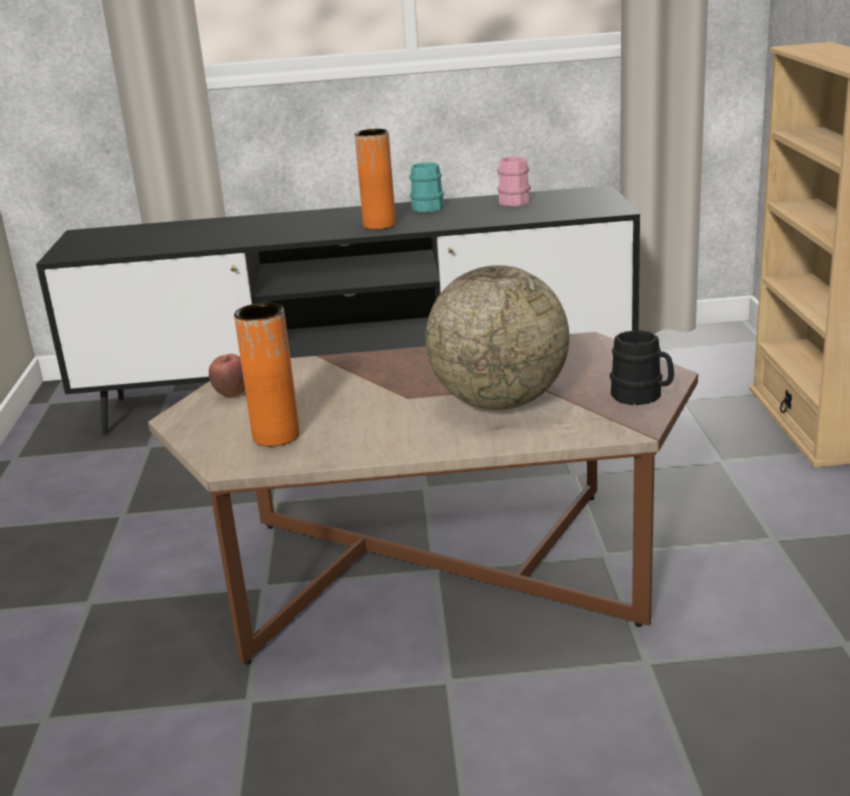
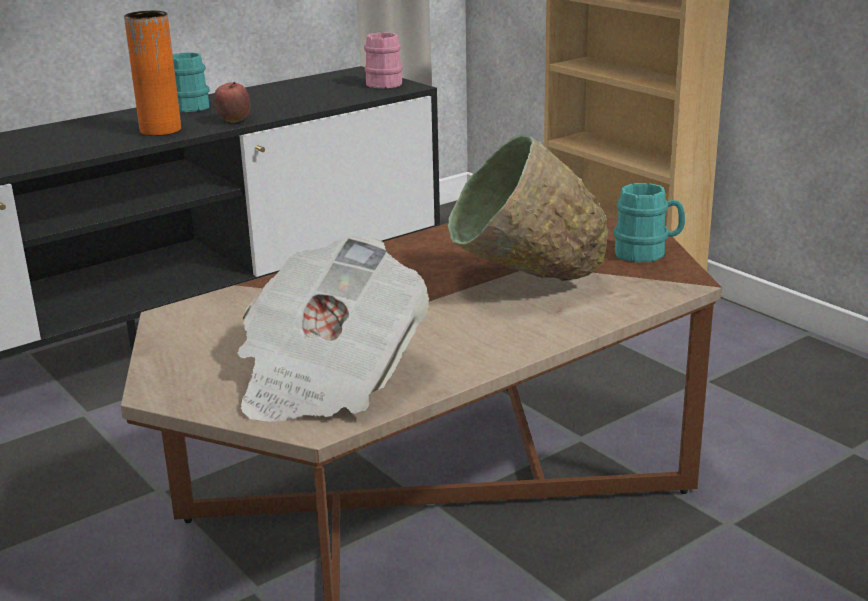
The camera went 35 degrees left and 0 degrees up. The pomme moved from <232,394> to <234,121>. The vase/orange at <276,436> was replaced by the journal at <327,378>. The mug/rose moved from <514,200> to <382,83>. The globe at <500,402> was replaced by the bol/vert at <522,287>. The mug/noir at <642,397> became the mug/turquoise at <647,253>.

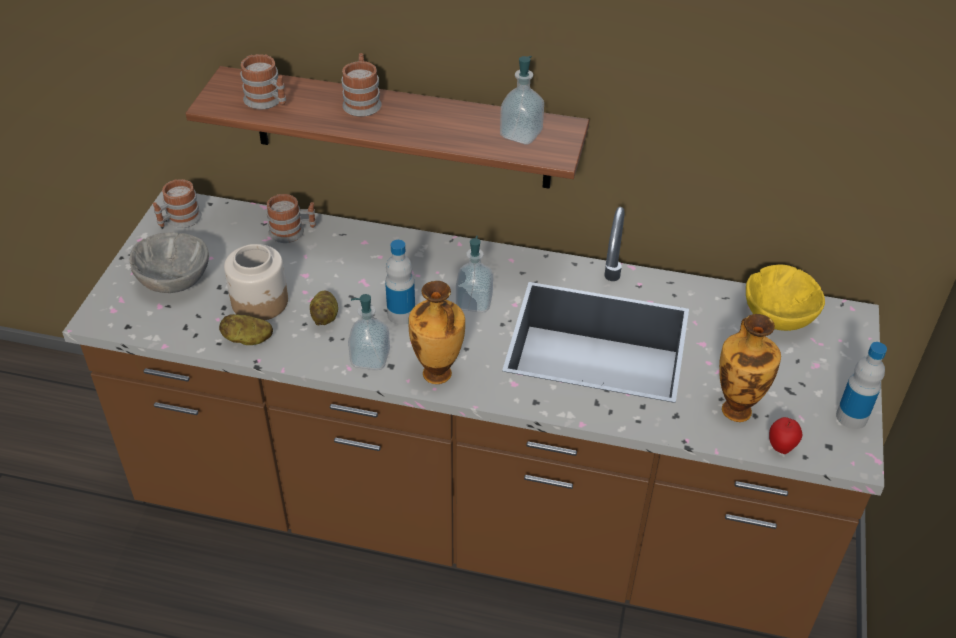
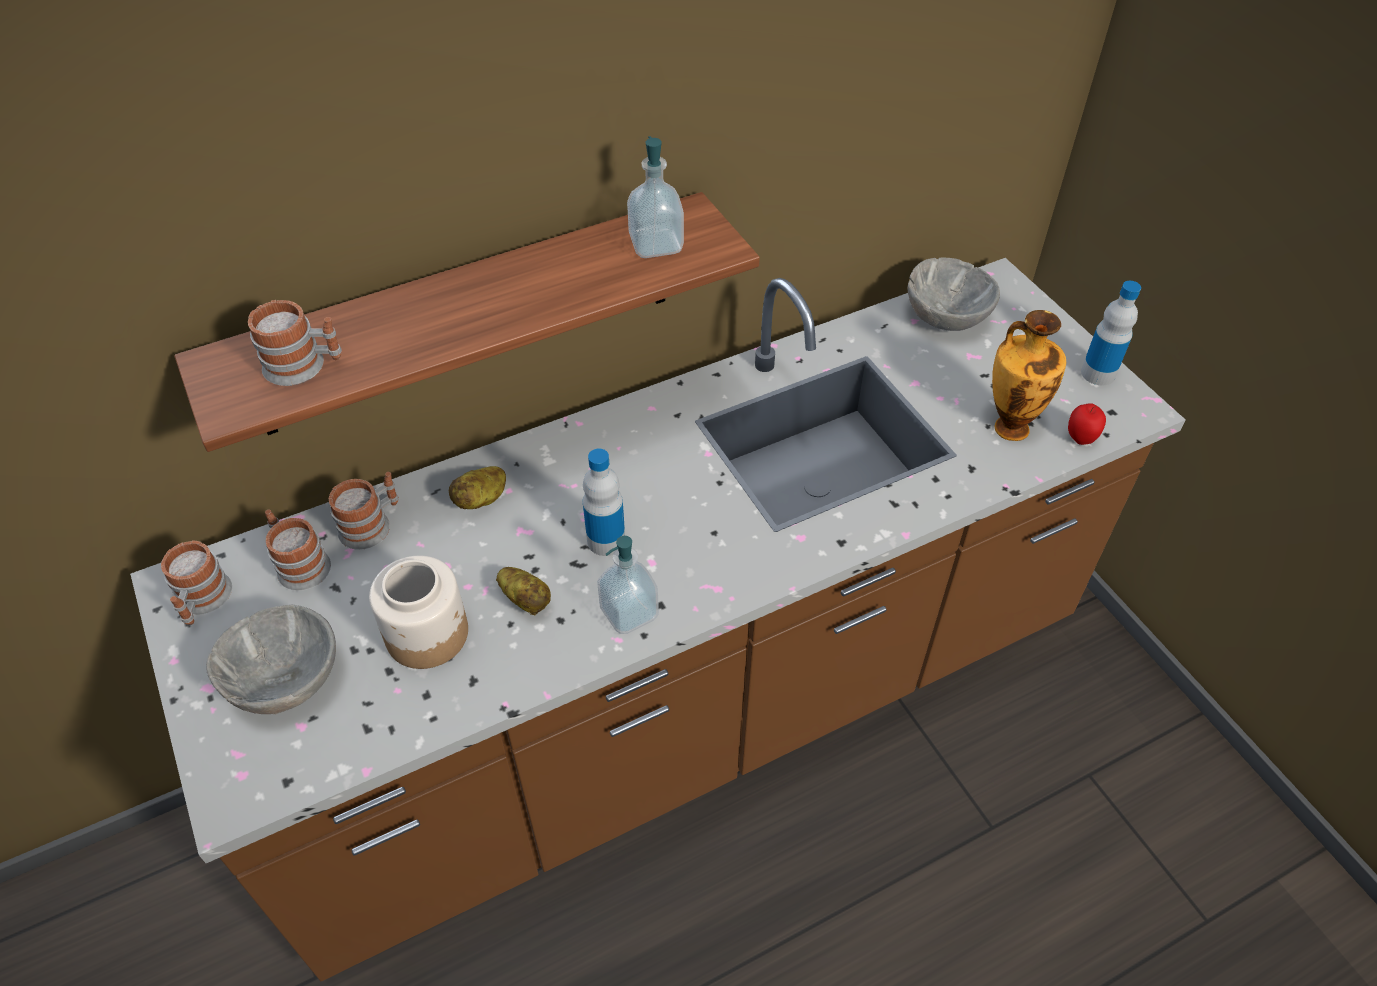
The camera went 40 degrees left and 5 degrees up. The mug moved from <362,101> to <299,564>. The pomme de terre moved from <247,339> to <482,499>. The bol/jaune at <777,317> became the bol/gris at <944,317>. The vase at <437,375> disappeared. The distributeur de savon at <474,302> disappeared.

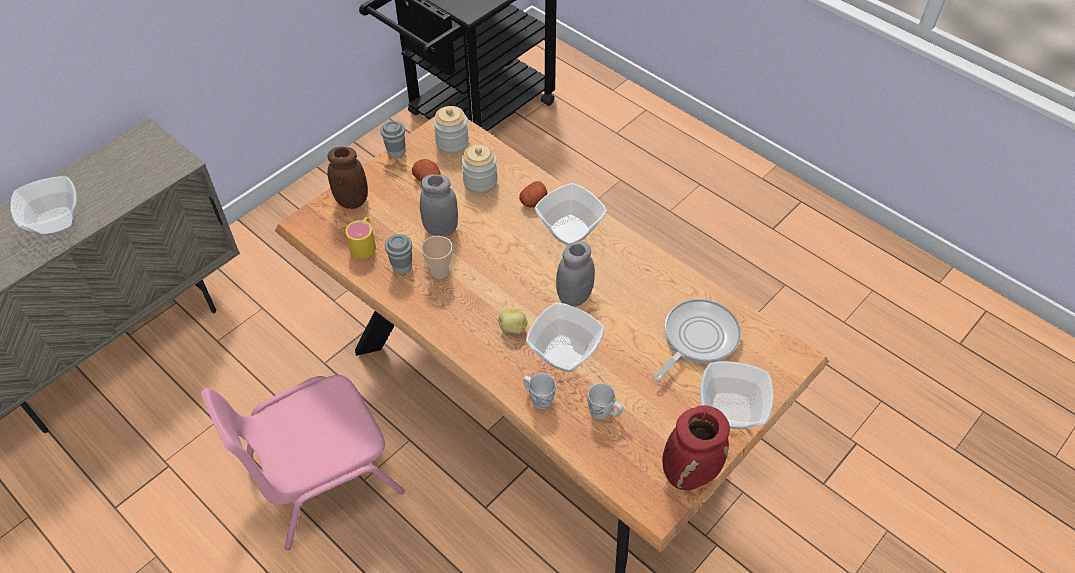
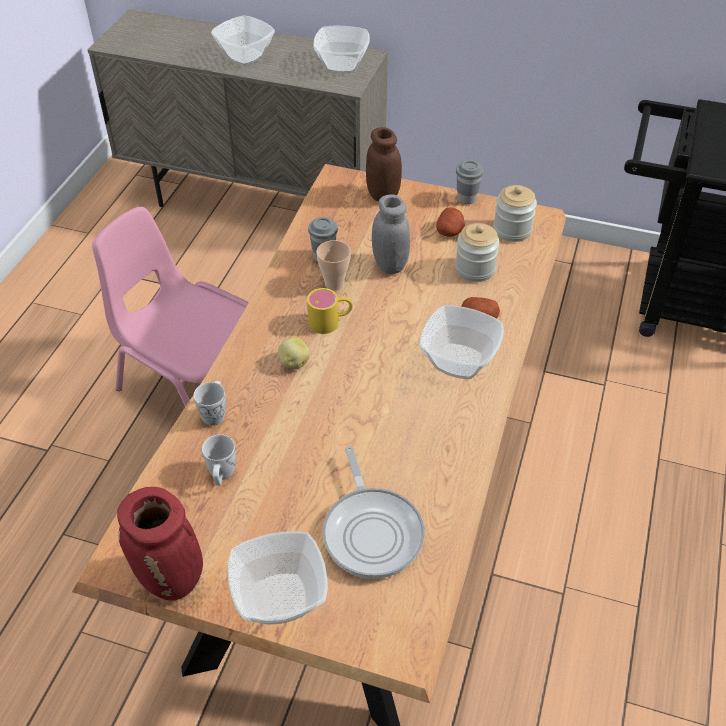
The camera went 65 degrees right and 5 degrees down. The mug/jaune moved from <364,243> to <330,321>. The bol moved from <564,352> to <342,65>. The poêle at <697,338> turned 60 degrees clockwise. The bocal/gris at <574,296> disappeared.

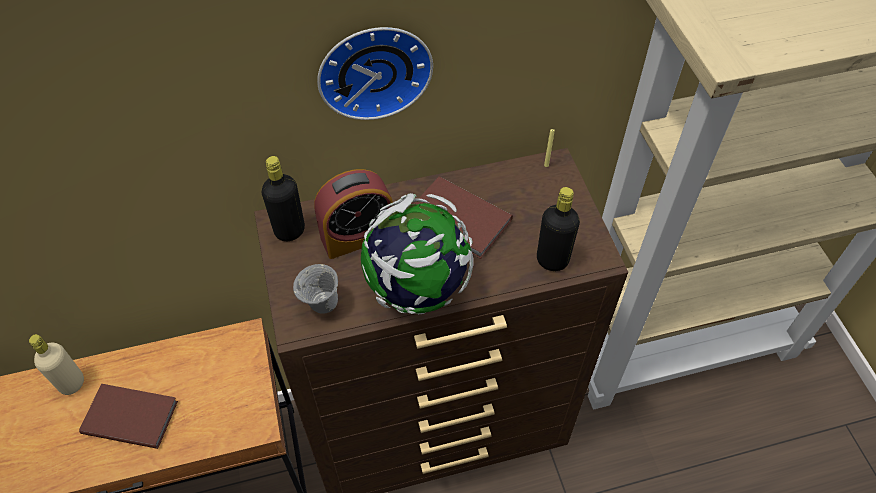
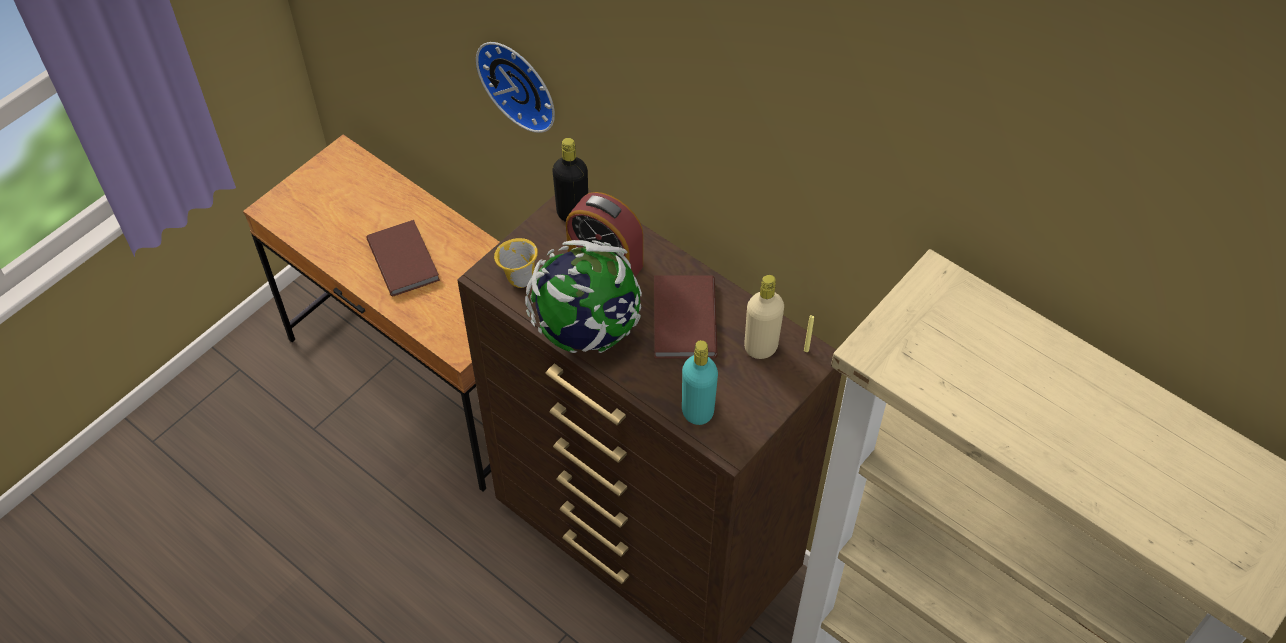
The camera went 55 degrees right and 0 degrees up. The horloge murale moved from <373,69> to <521,82>. The mug/gris at <320,306> became the mug/jaune at <518,279>. The bouteille/noir at <552,260> became the bouteille/turquoise at <697,411>. The bouteille/beige moved from <72,383> to <760,347>.

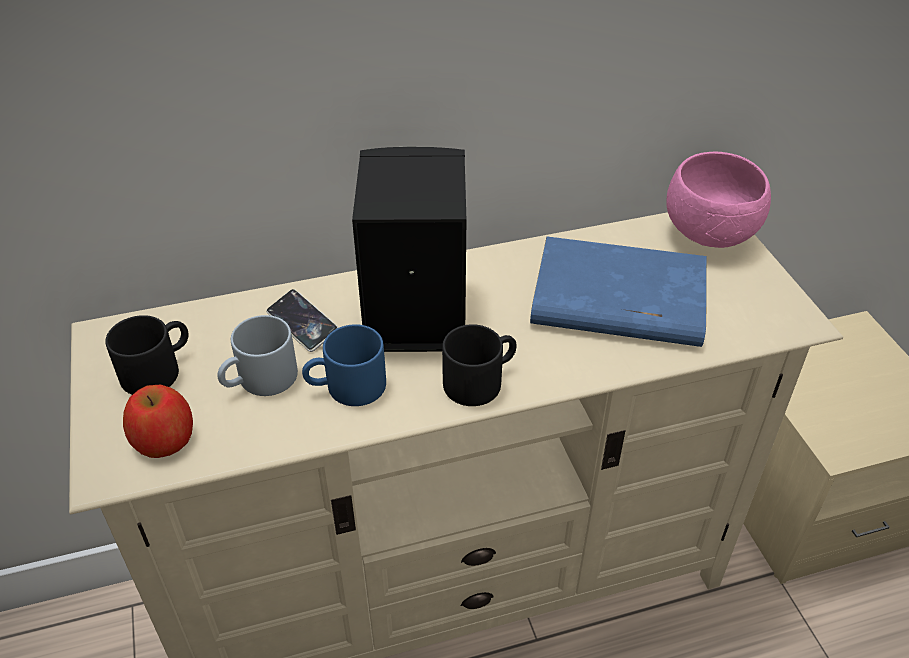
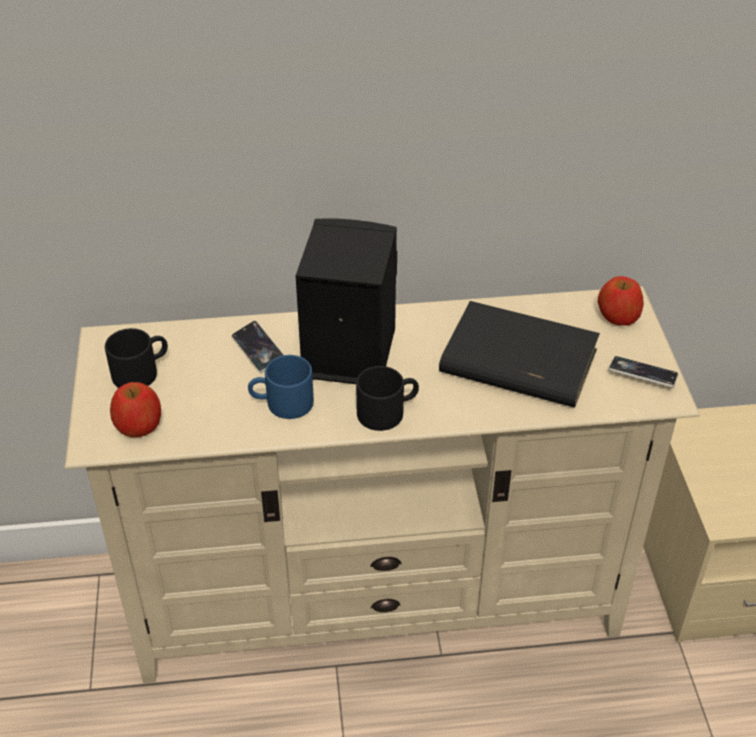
The camera went 10 degrees right and 0 degrees up. The livre/bleu at <616,301> became the livre/noir at <517,361>. The bol/rose at <711,235> was replaced by the pomme at <618,315>. The téléphone at <642,375> appeared. The mug/gris at <260,381> disappeared.

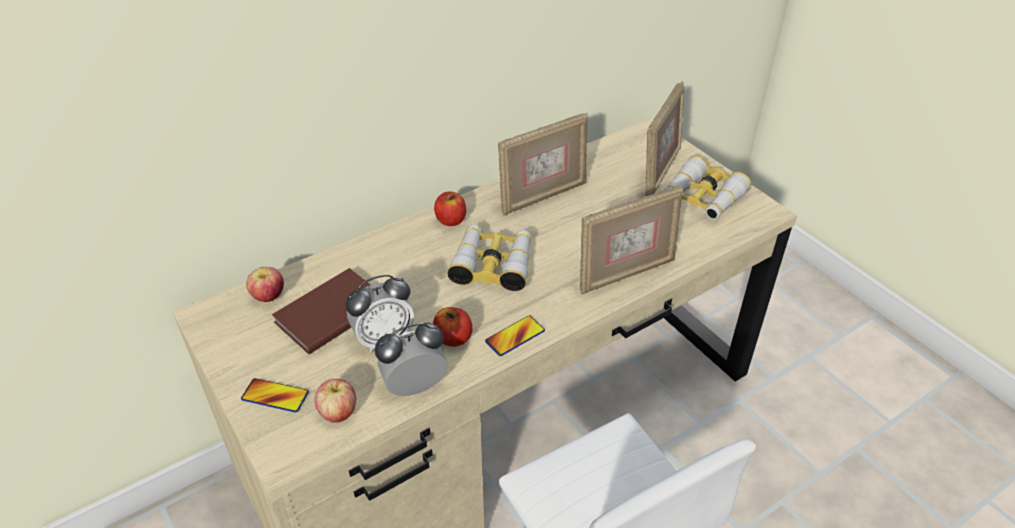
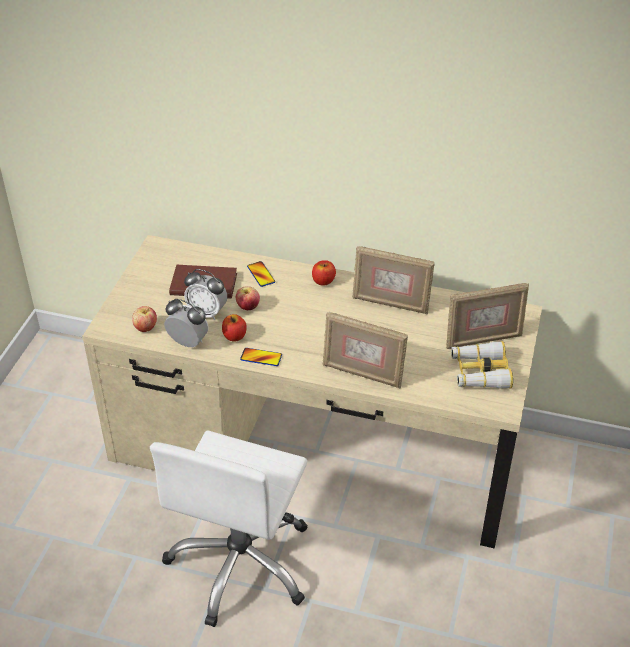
The camera went 50 degrees right and 0 degrees up. The pomme moved from <269,297> to <248,307>. The téléphone moved from <275,396> to <261,274>. The jumelles at <492,264> disappeared.

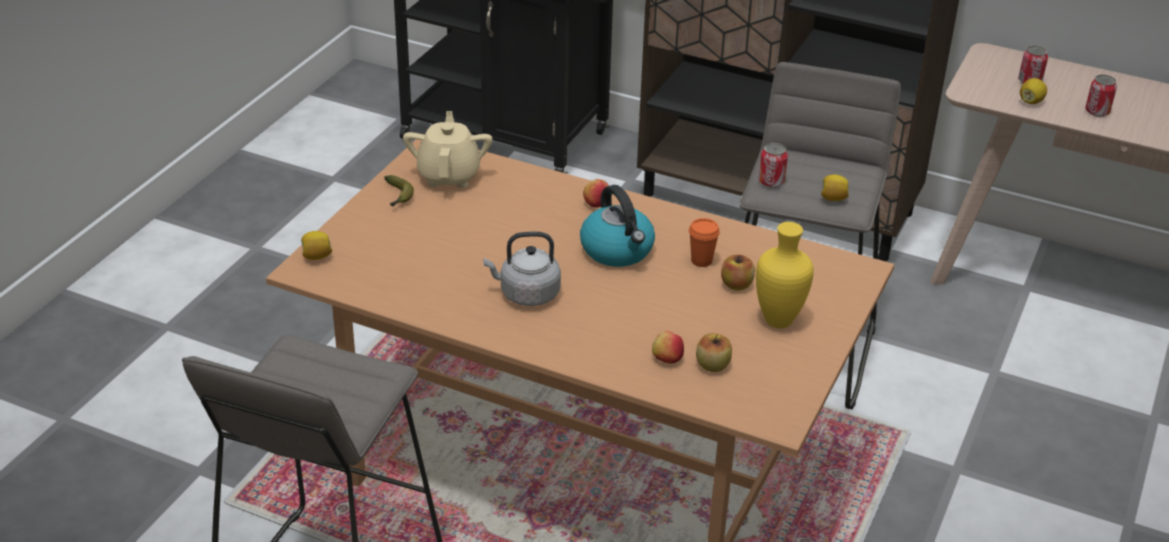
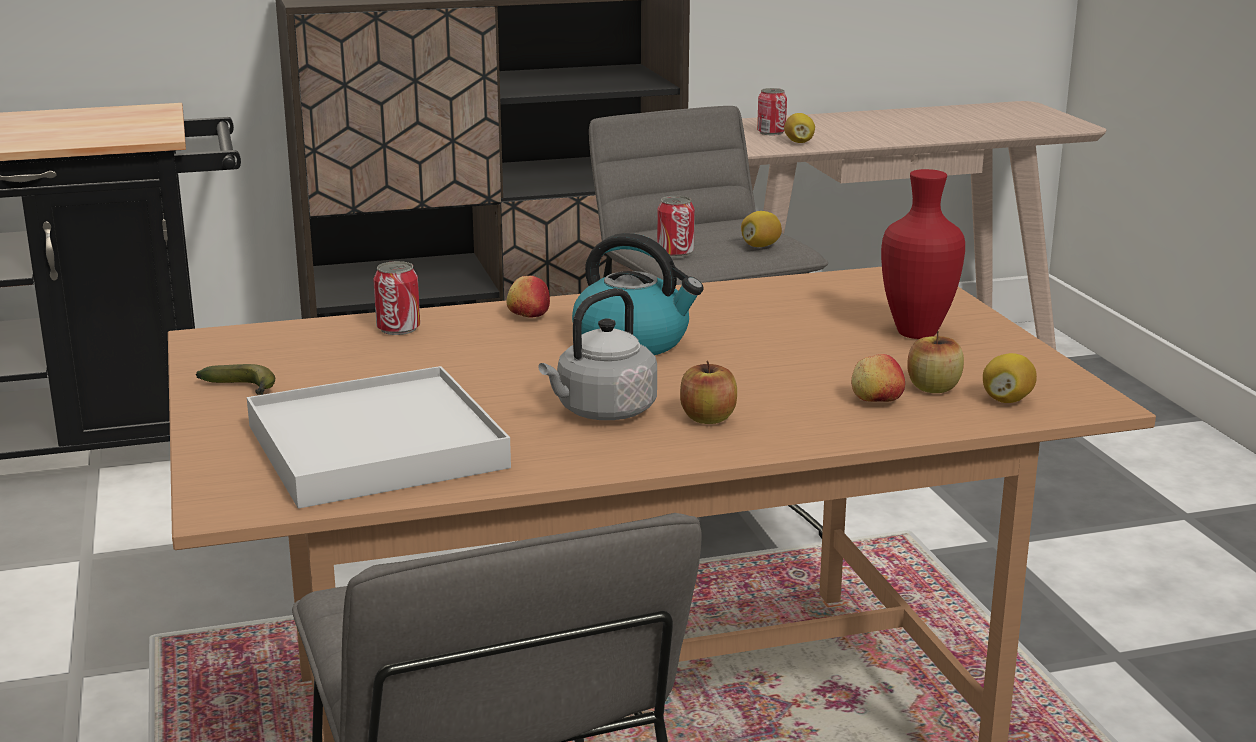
The camera went 40 degrees left and 15 degrees down. The plateau/blanc at <376,446> appeared. The boîte métallique moved from <1097,111> to <398,329>. The pomme moved from <736,285> to <708,418>. The vase/jaune at <778,320> became the vase/rouge at <914,333>. The citron moved from <316,256> to <1007,400>. The théière/beige at <449,175> disappeared. The tasse/orange at <701,261> disappeared.

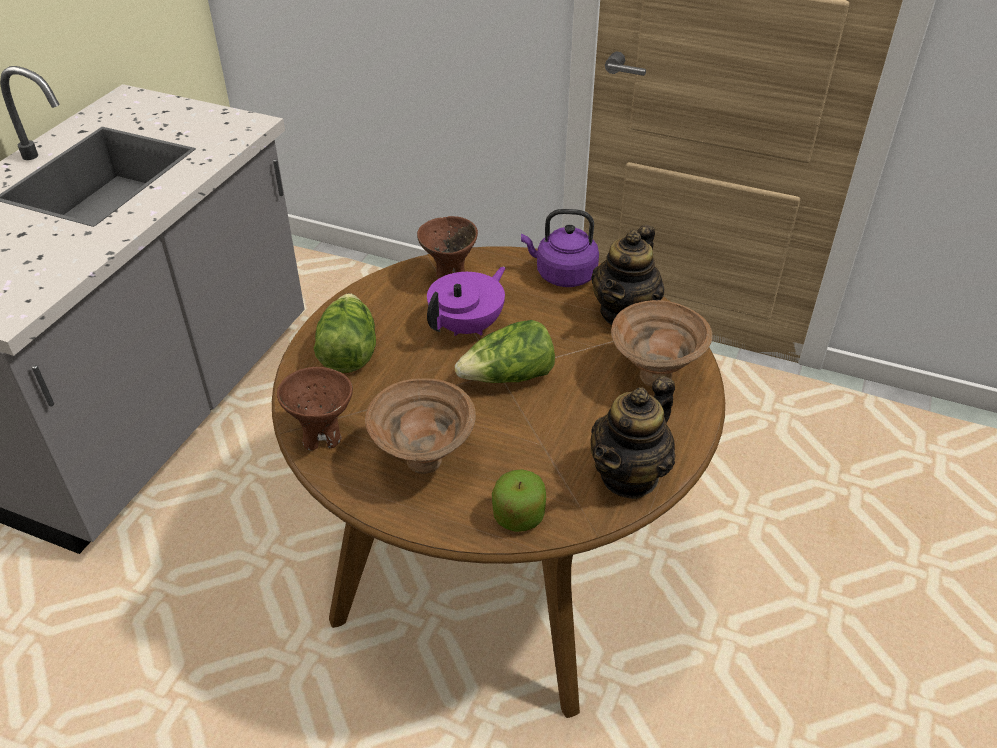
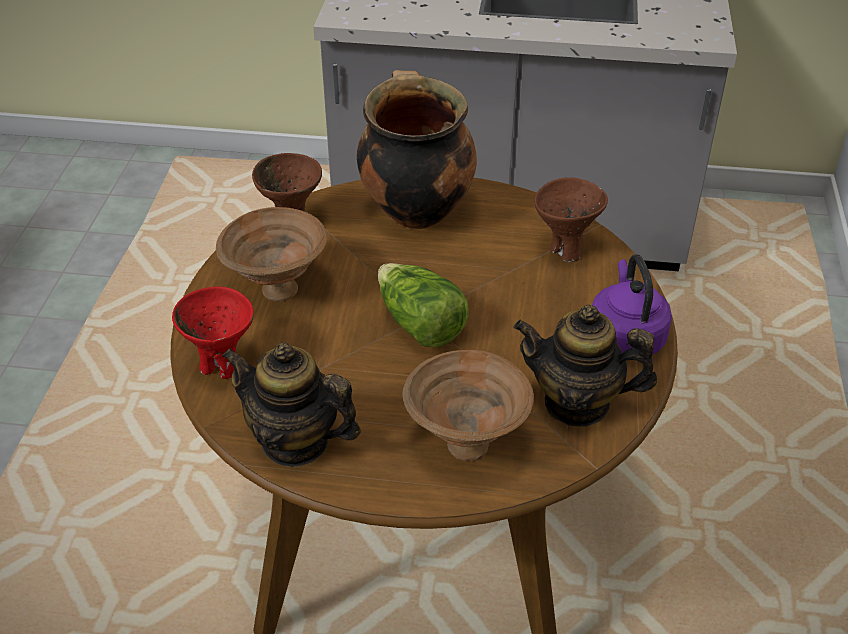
The camera went 75 degrees right and 0 degrees up. The pomme at <518,516> was replaced by the bol/rouge at <221,366>. The laitue at <347,351> was replaced by the marmite at <415,209>. The théière/violet at <468,326> disappeared.

